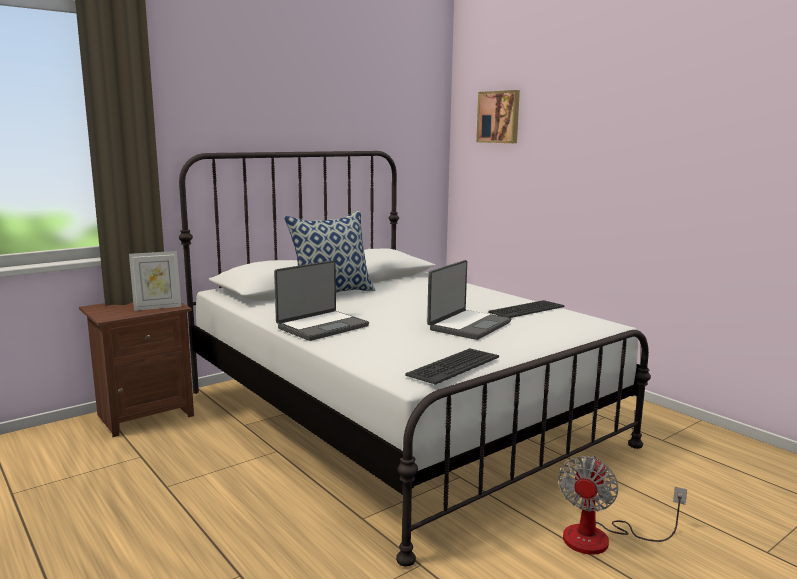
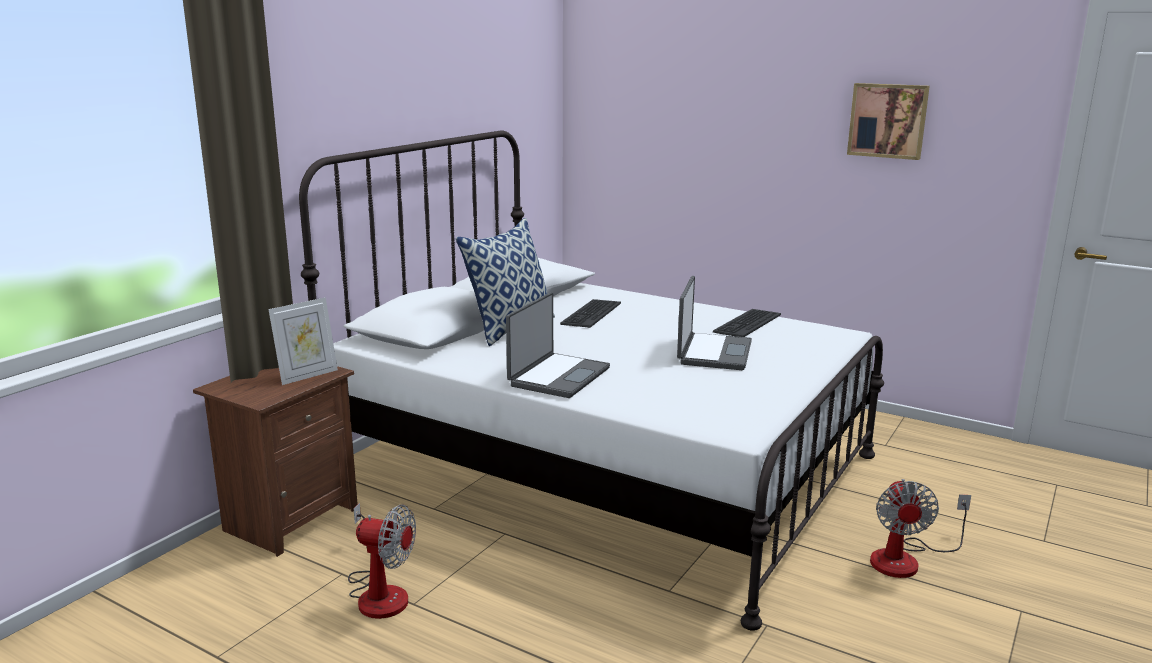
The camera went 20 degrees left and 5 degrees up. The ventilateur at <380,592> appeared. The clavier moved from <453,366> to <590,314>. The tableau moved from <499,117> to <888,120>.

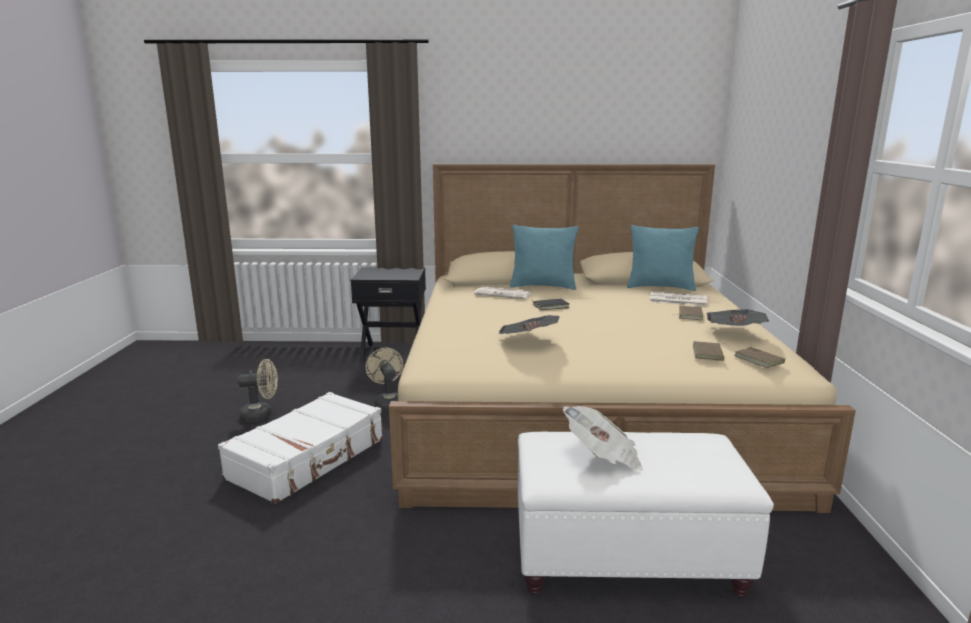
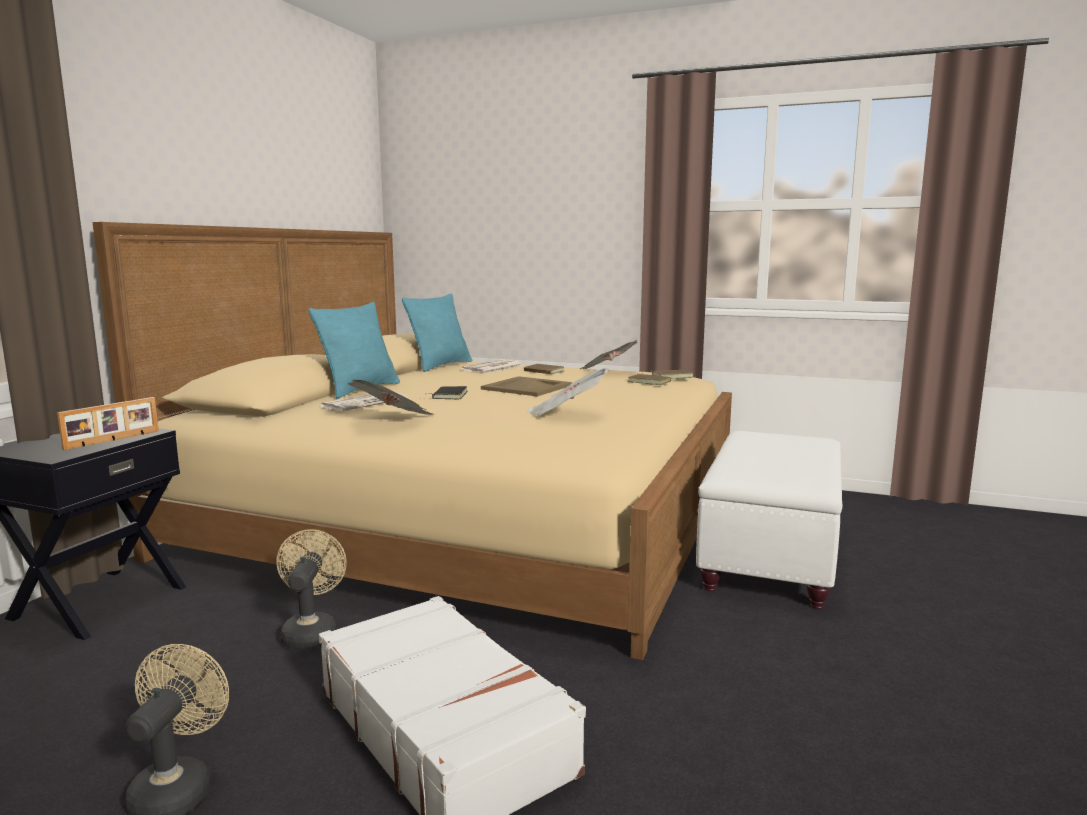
The camera went 70 degrees left and 5 degrees down. The cadre photo at <113,440> appeared. The ventilateur/beige at <388,403> turned 90 degrees clockwise. The journal moved from <603,456> to <394,420>. The plateau/beige at <528,387> appeared.

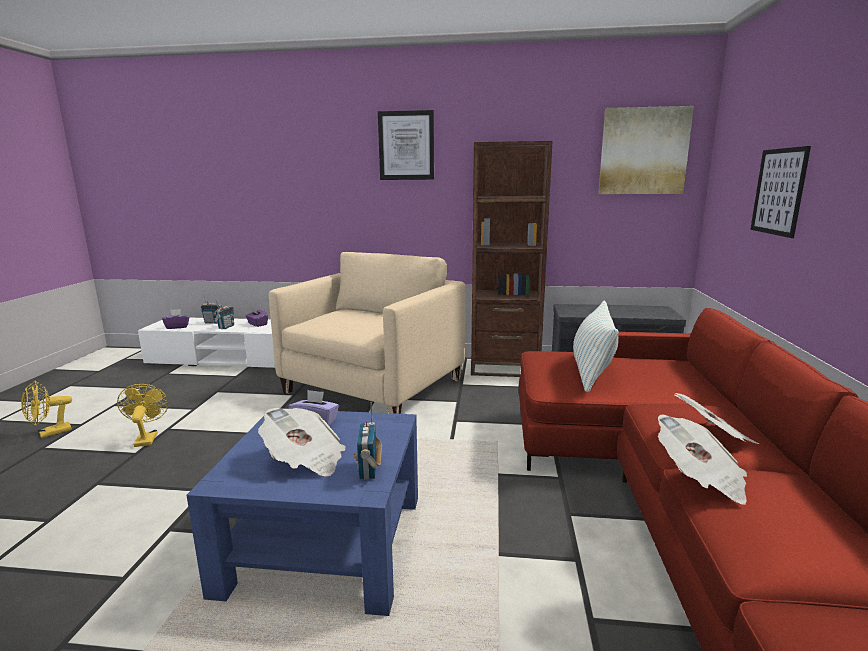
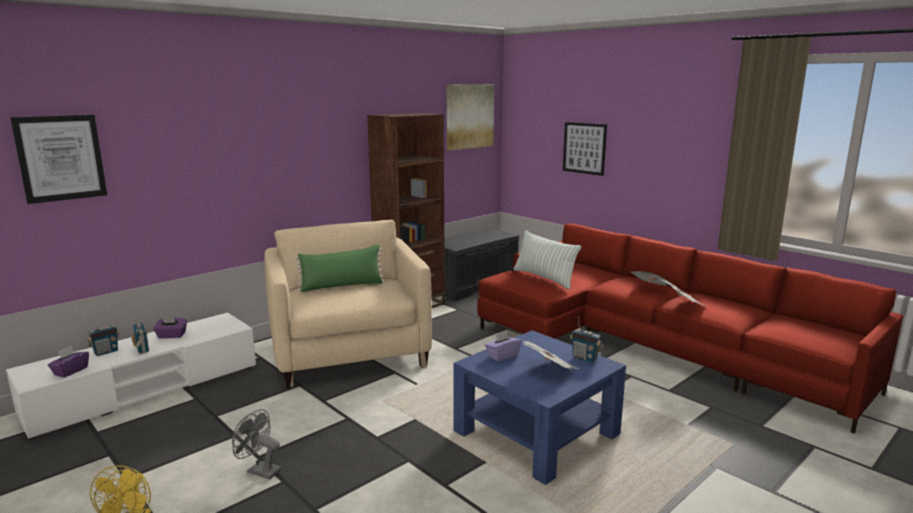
The camera went 50 degrees left and 0 degrees up. The tableau moved from <406,146> to <61,158>. The ventilateur/jaune at <147,438> became the ventilateur/gris at <259,470>. The coussin/vert at <342,286> appeared.

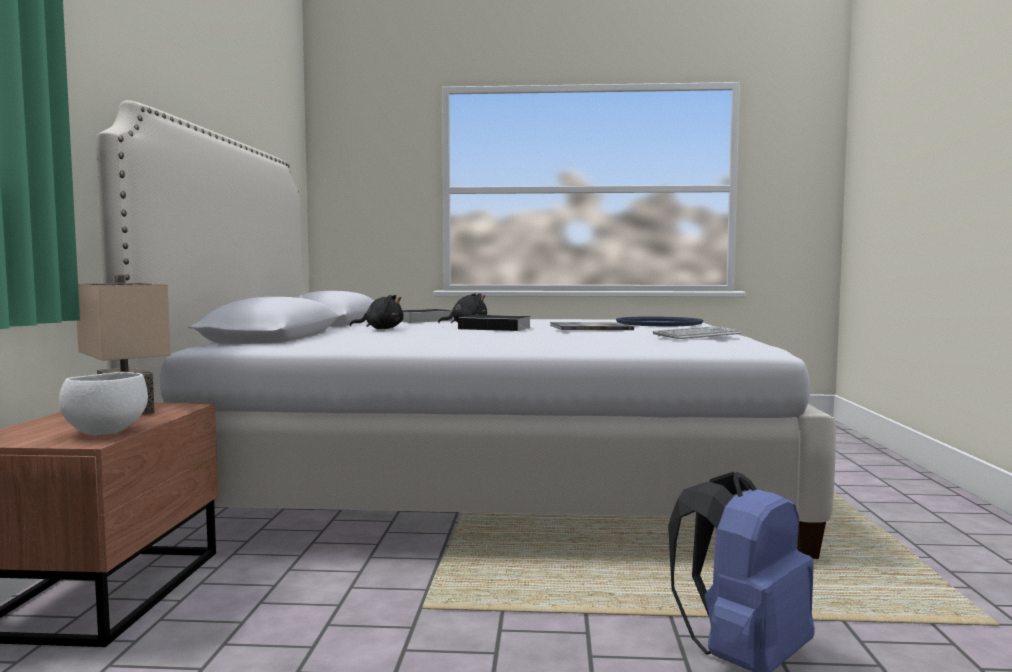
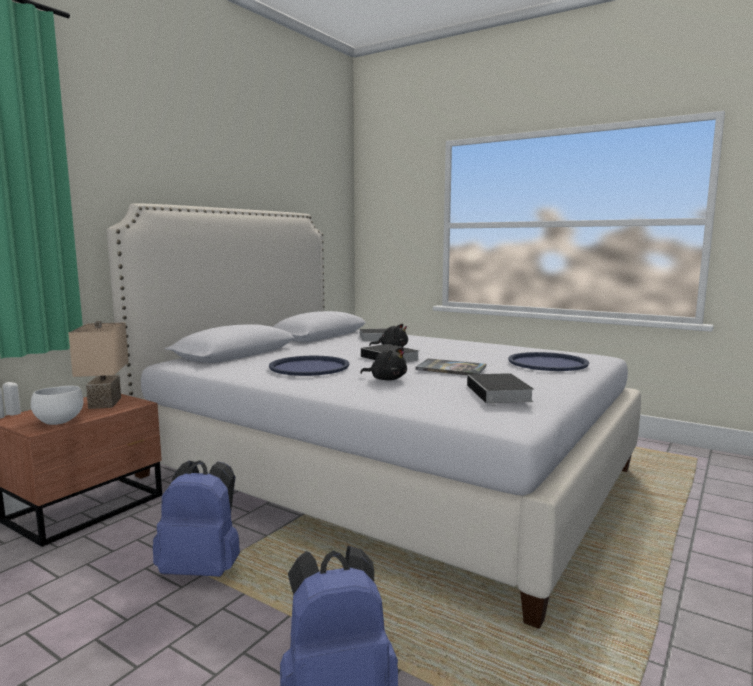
The camera went 30 degrees right and 5 degrees up. The sac à dos/bleu at <203,569> appeared. The plateau/bleu at <309,367> appeared. The peluche/noir moved from <381,329> to <386,379>. The clavier at <697,335> was replaced by the livre at <500,394>.

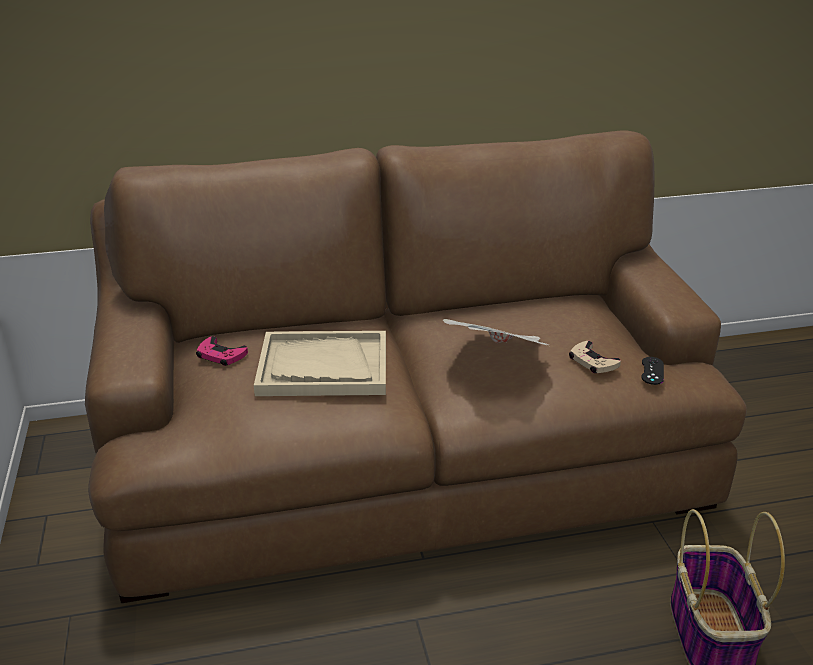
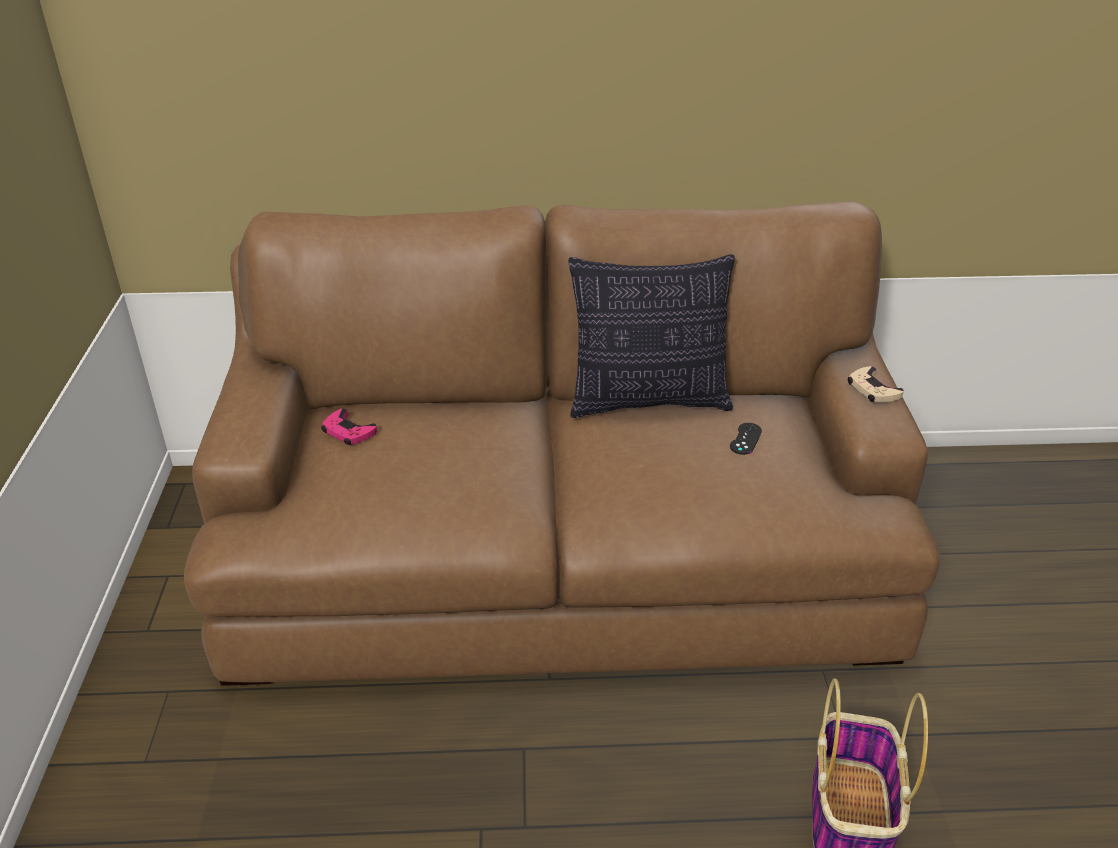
The camera went 10 degrees right and 5 degrees up. The coussin at <648,401> appeared. The manette/noir moved from <652,371> to <745,439>. The manette/beige moved from <592,362> to <872,389>. The plateau/beige at <323,367> disappeared. The journal at <499,358> disappeared.

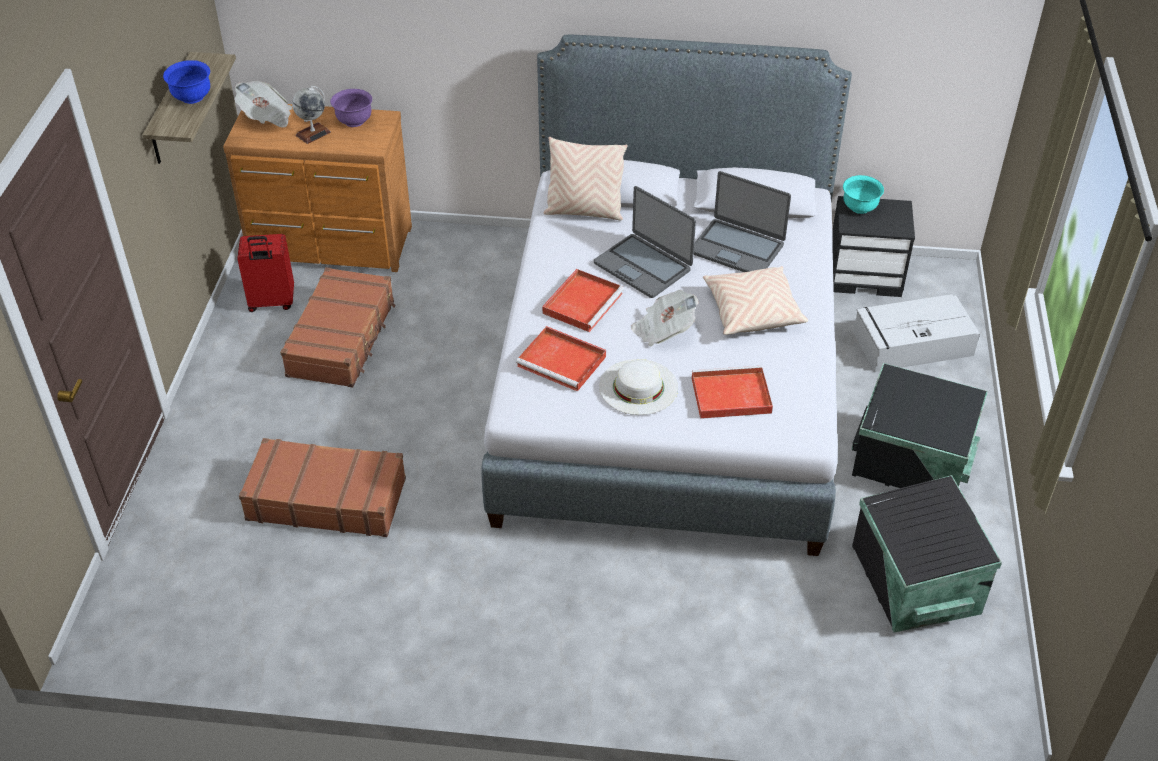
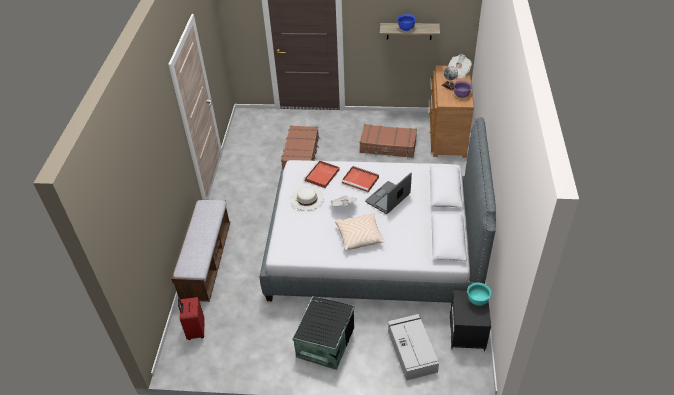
The camera went 90 degrees right and 0 degrees up. The banc at <206,262> appeared. The valise/rouge moved from <271,302> to <195,330>. The coussin/beige at <584,211> disappeared. The plateau/rouge at <729,395> disappeared. The ordinateur portable at <737,248> disappeared. The boîte de rangement/noir at <914,581> disappeared.

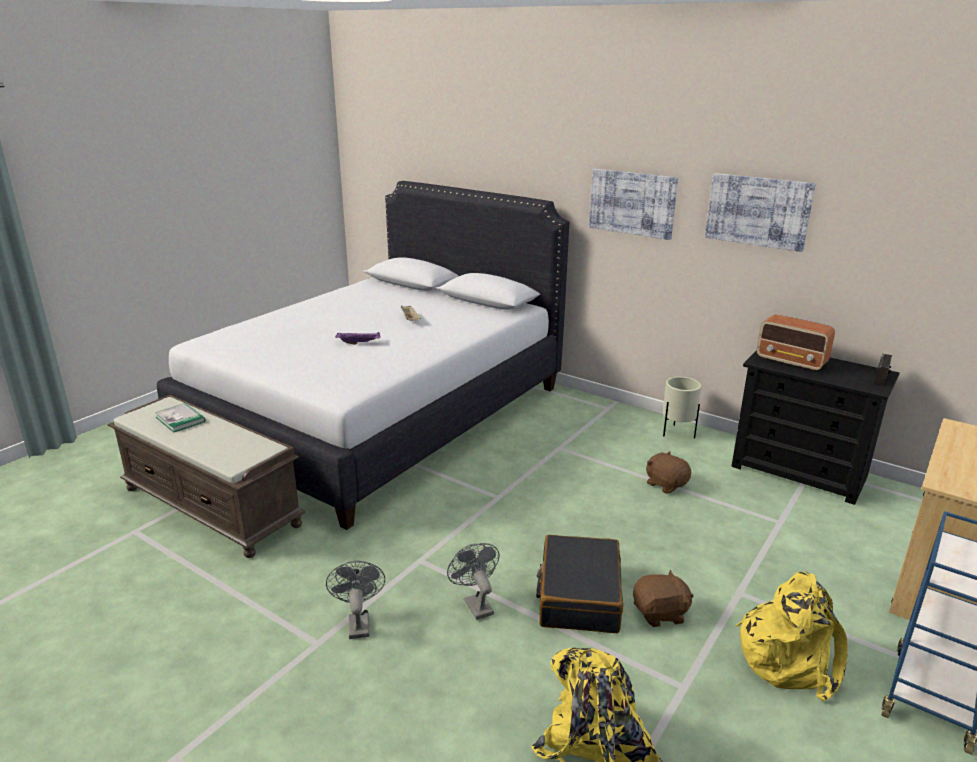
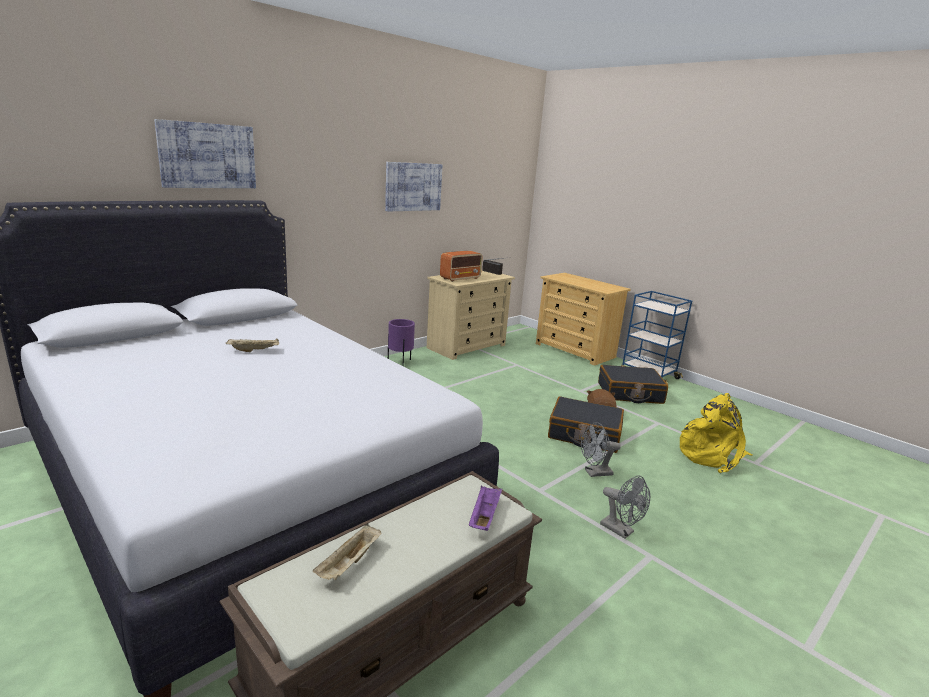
The camera went 80 degrees left and 5 degrees down. The tableau moved from <632,203> to <207,156>. The livre at <180,419> was replaced by the plateau/beige at <349,564>. The cache-pot/beige at <677,433> became the cache-pot/violet at <400,362>. The commode/noir at <799,471> became the commode/beige at <467,346>. The plateau/violet moved from <359,343> to <484,517>. The sac à dos/jaune at <790,657> was replaced by the valise/noir at <630,393>. The ventilateur/gris at <358,622> turned 135 degrees counterclockwise. The peluche/marron at <666,484> disappeared.

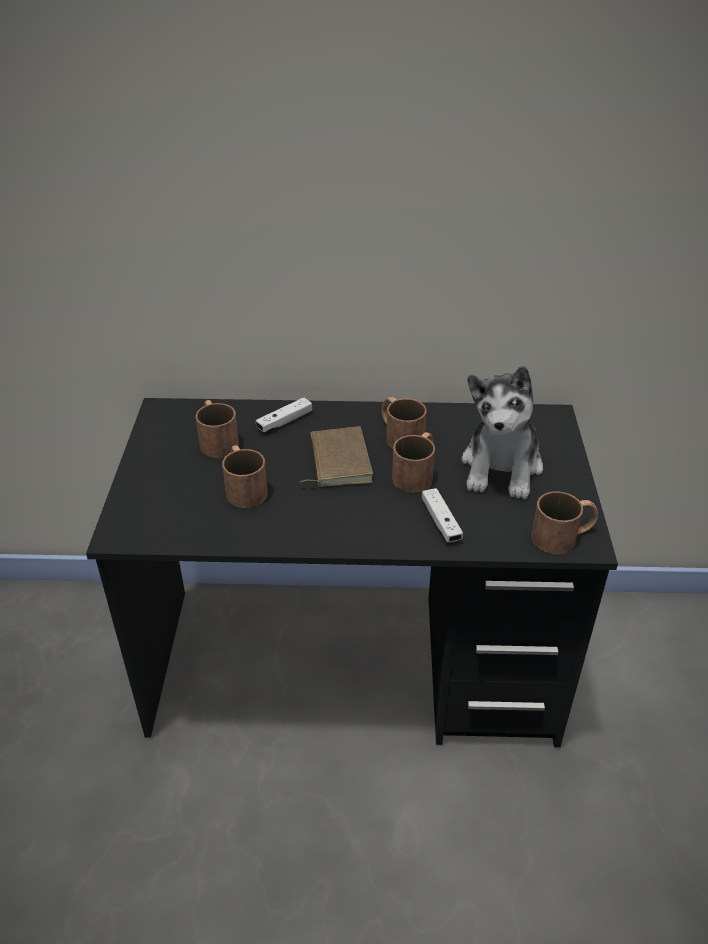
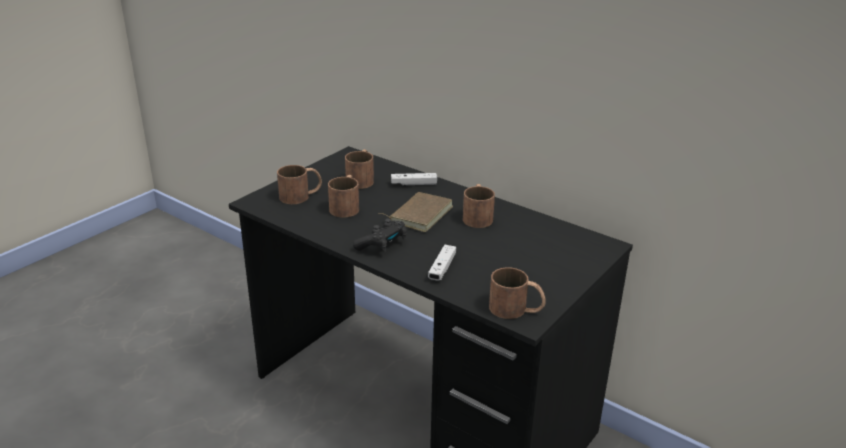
The camera went 35 degrees right and 10 degrees down. The mug/marron moved from <417,473> to <301,196>. The manette/noir at <382,245> appeared. The peluche at <502,467> disappeared.

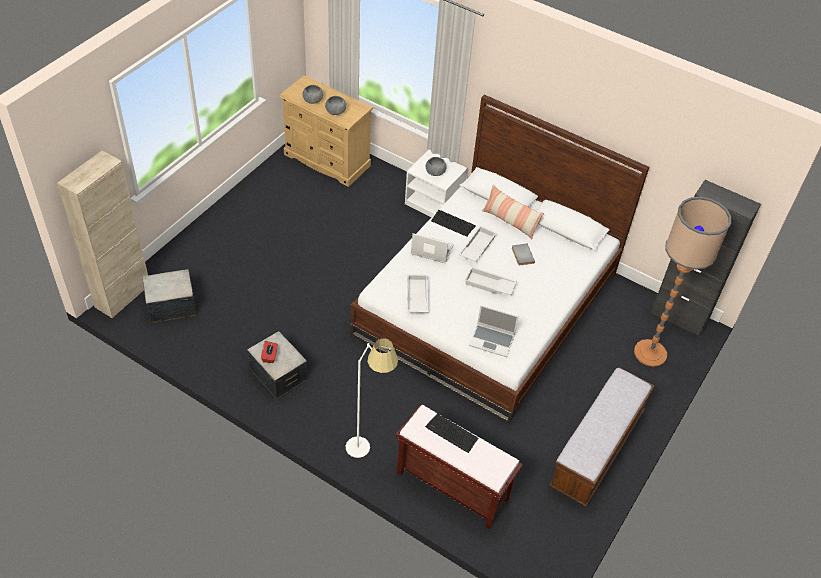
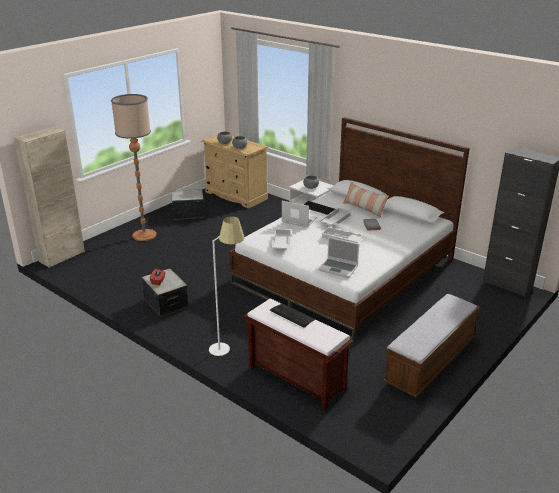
The camera went 10 degrees right and 20 degrees down. The lampadaire moved from <650,353> to <144,235>. The boîte de rangement moved from <171,305> to <188,213>.

